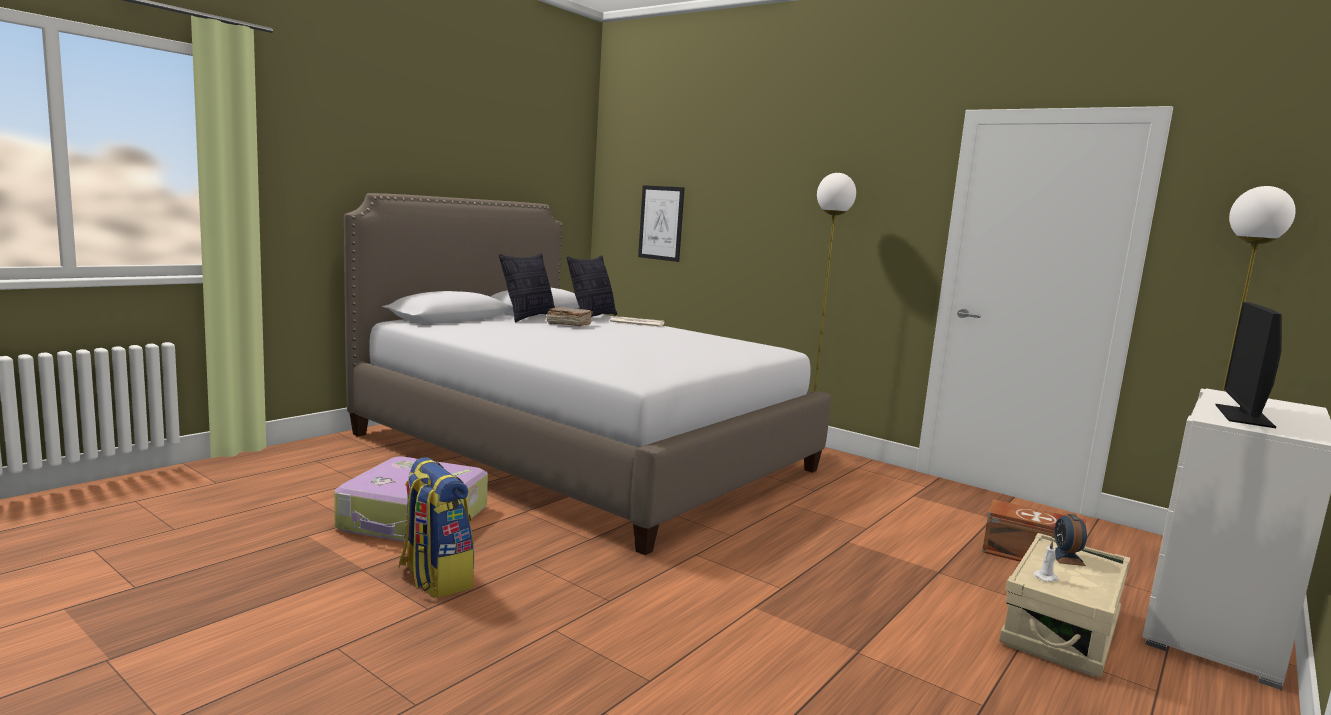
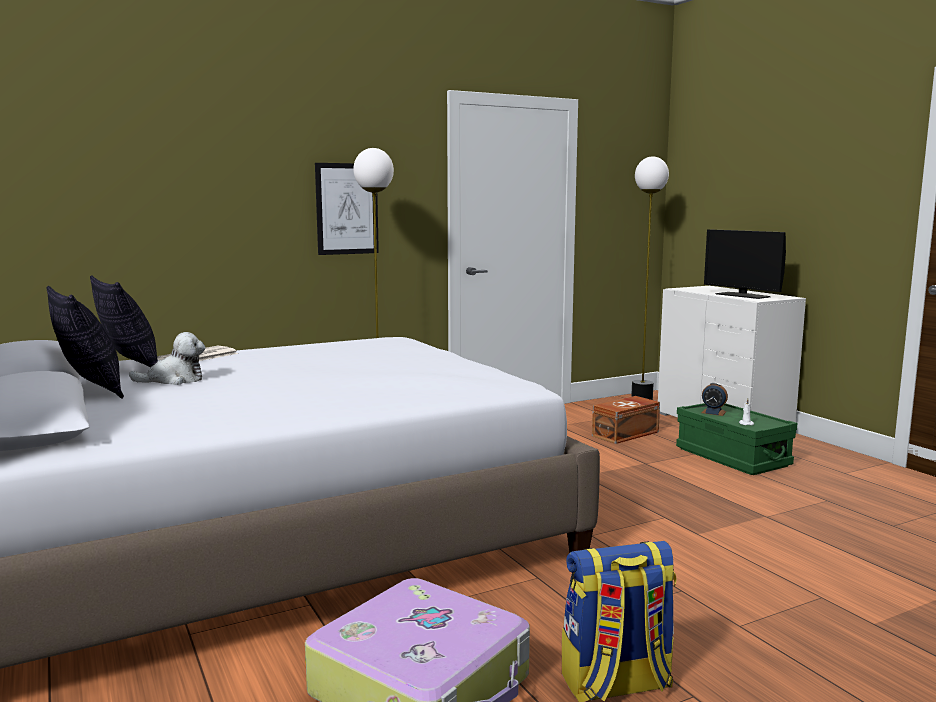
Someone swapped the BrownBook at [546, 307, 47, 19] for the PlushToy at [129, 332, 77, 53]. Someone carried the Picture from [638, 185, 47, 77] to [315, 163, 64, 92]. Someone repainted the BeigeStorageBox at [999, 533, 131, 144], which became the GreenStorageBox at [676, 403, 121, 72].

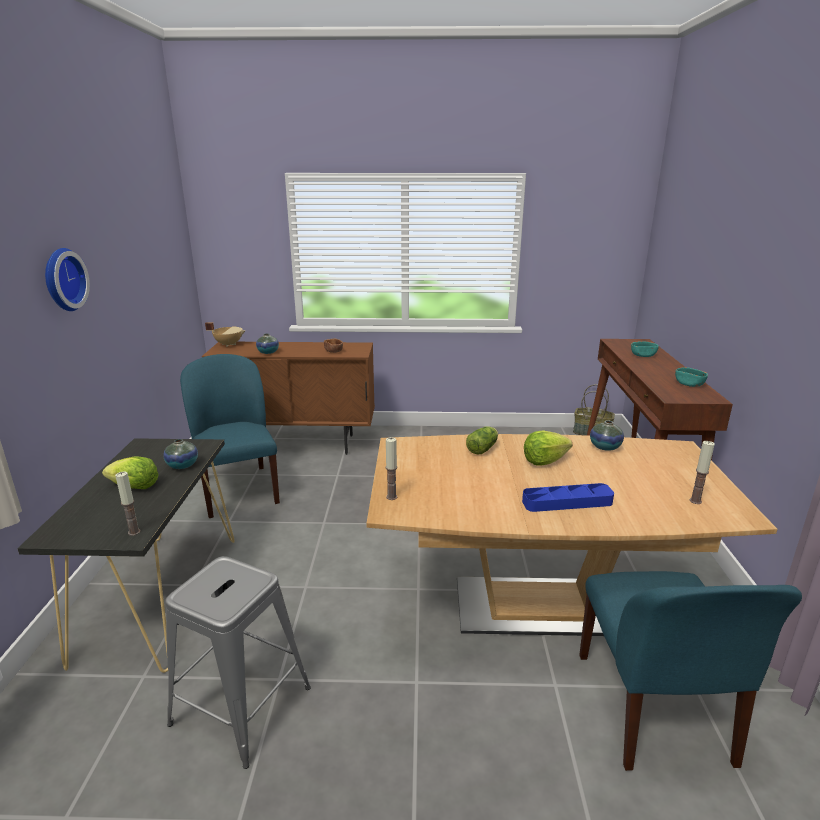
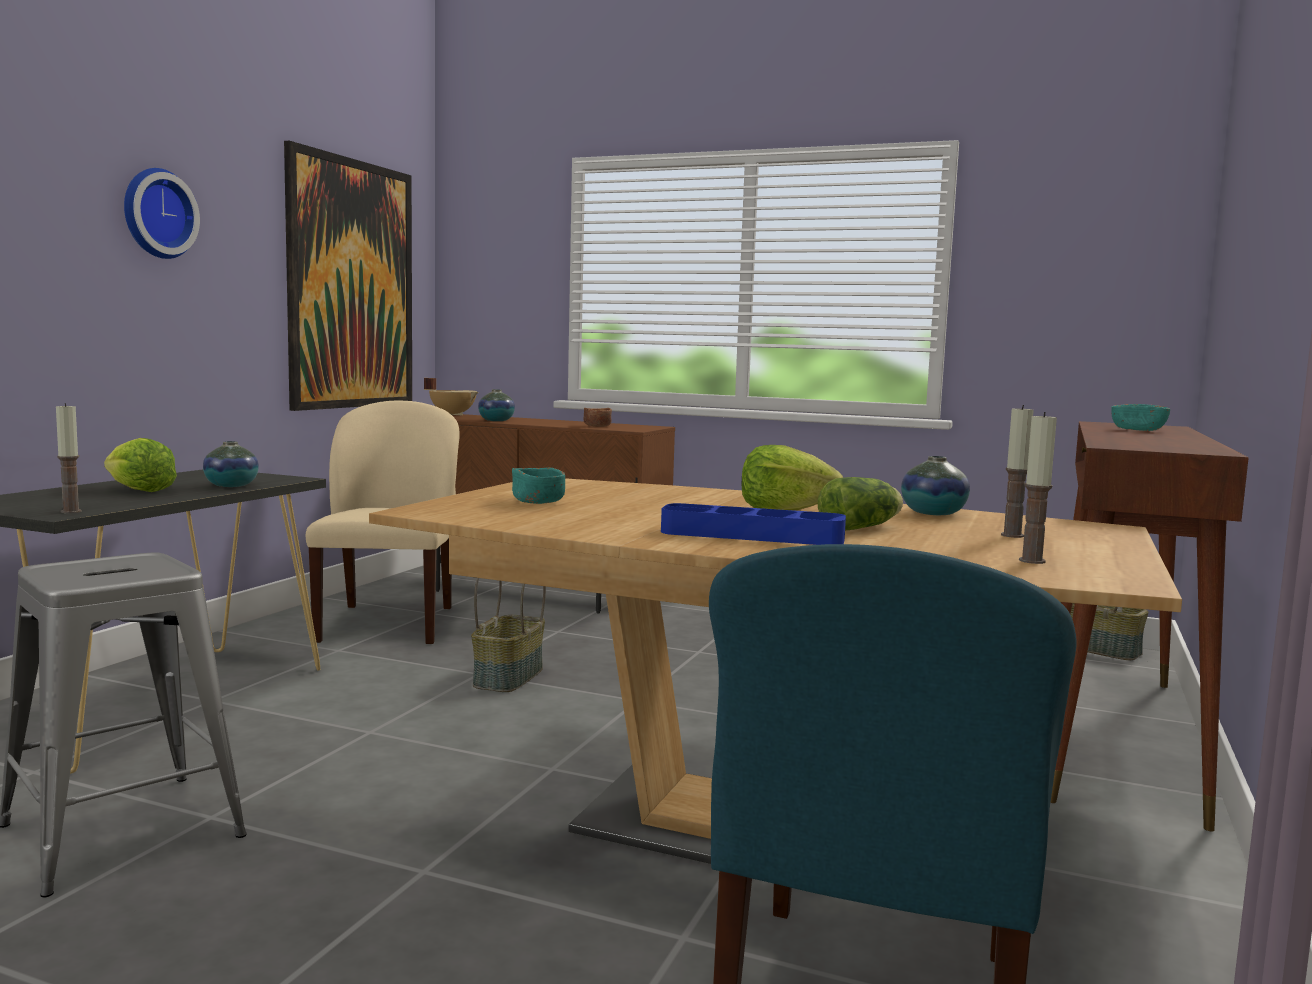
Someone repainted the BlueChair at [180, 354, 100, 164], which became the BeigeChair at [305, 401, 155, 243]. Someone carried the Candle from [386, 437, 11, 63] to [1001, 405, 33, 133]. Someone carried the Lettuce from [466, 426, 32, 29] to [818, 477, 85, 53]. Someone carried the TurquoiseBowl from [675, 367, 33, 20] to [512, 468, 53, 36]. Someone put up the Picture at [284, 141, 128, 270]. Someone put down the Basket at [471, 578, 75, 114].

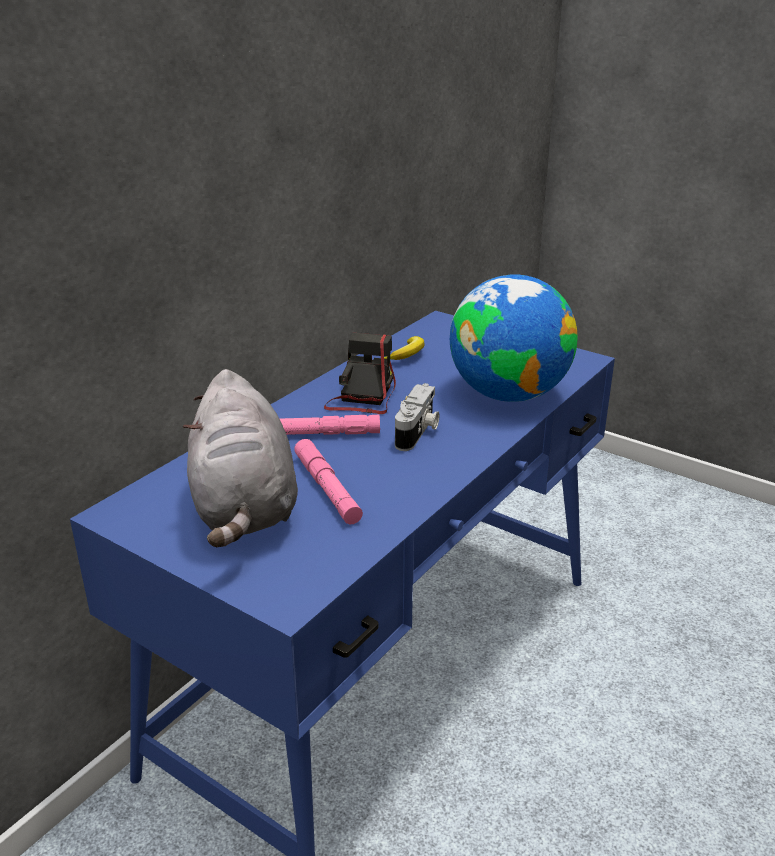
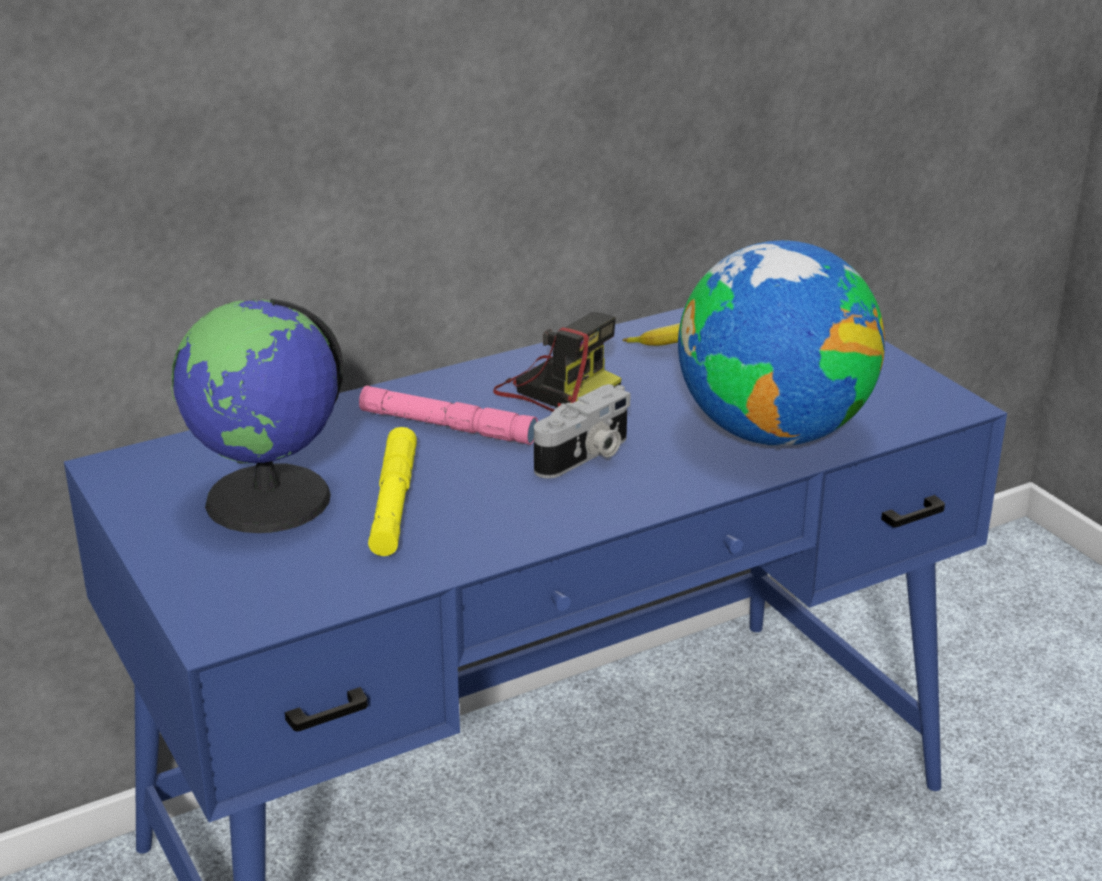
Someone swapped the GreyPlushToy at [183, 369, 115, 178] for the Globe at [171, 299, 173, 234]. Someone repainted the PinkFlashlight at [294, 439, 69, 85], which became the YellowFlashlight at [368, 427, 49, 129]. Someone rotated the PhotoCamera at [324, 332, 72, 82] by 90 degrees clockwise.

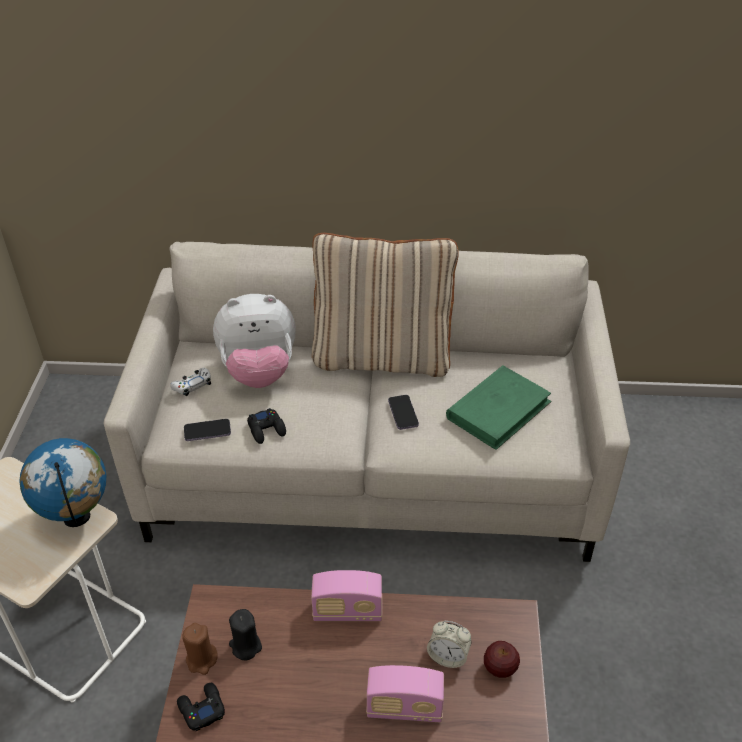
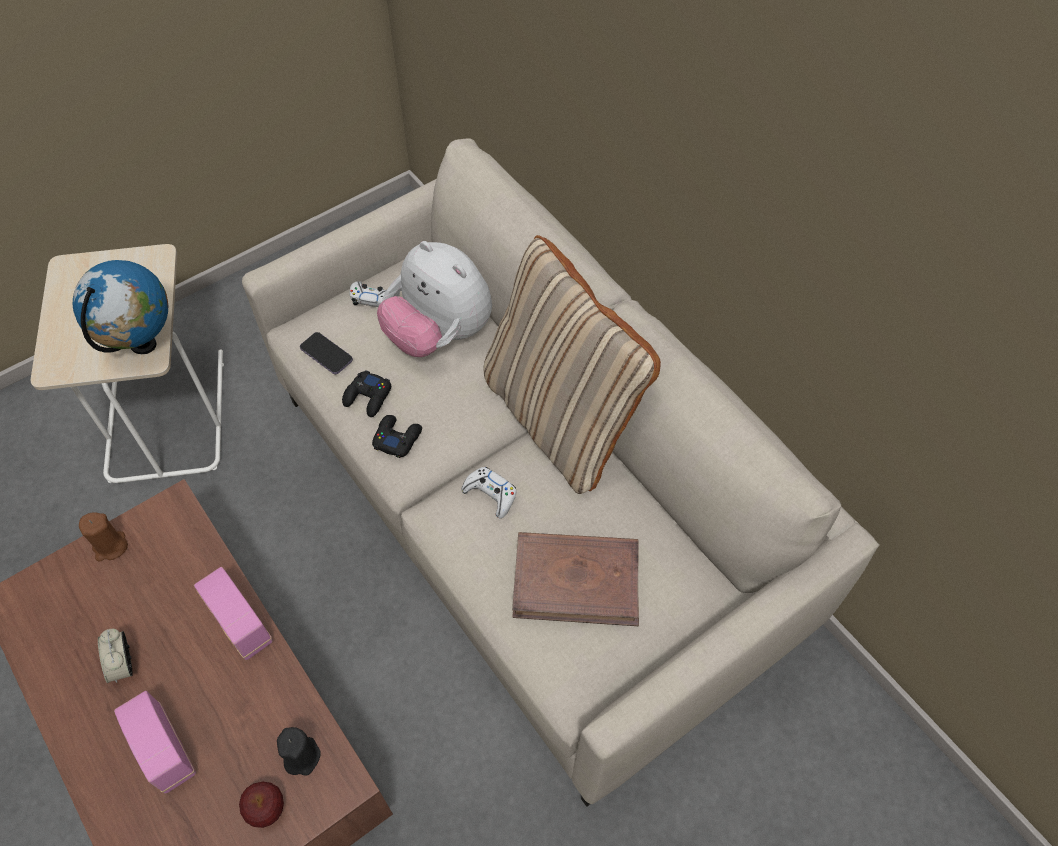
Someone carried the BlackGameController from [177, 683, 48, 48] to [372, 415, 50, 43]. Someone carried the BlackCandle from [229, 609, 33, 51] to [277, 727, 44, 49]. Someone swapped the Phone at [388, 395, 31, 35] for the WhiteGameController at [461, 467, 55, 51]. Someone carried the AlarmClock from [427, 621, 44, 47] to [98, 629, 35, 54]. Someone repainted the GreenBook at [446, 366, 105, 84], which became the BrownBook at [512, 532, 127, 94].

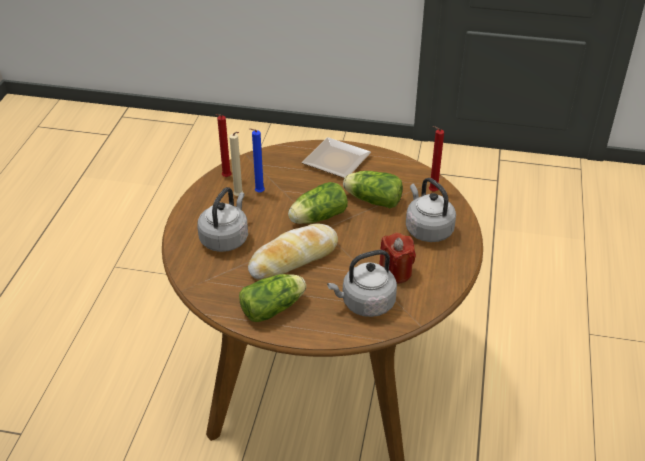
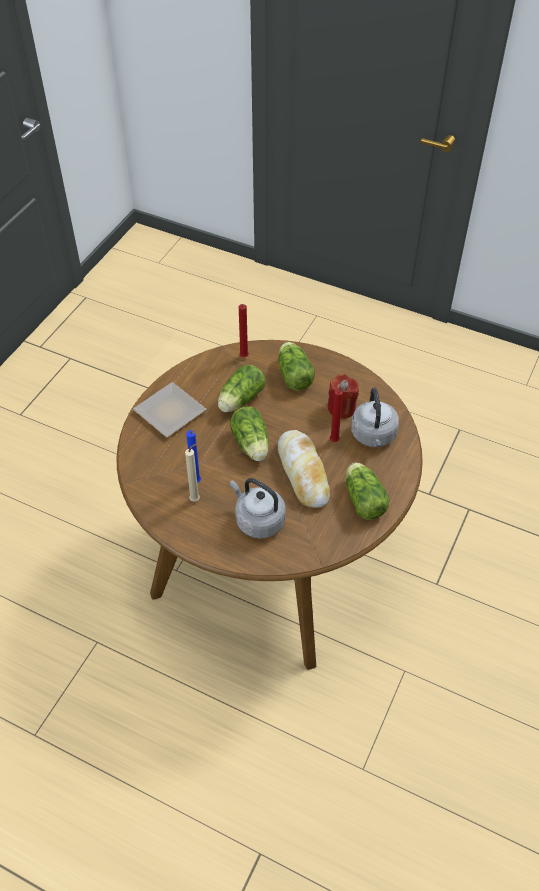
Someone carried the RedCandle from [216, 114, 15, 63] to [330, 389, 16, 53]. Someone swapped the GreyKettle at [406, 178, 50, 64] for the Lettuce at [278, 342, 37, 49].

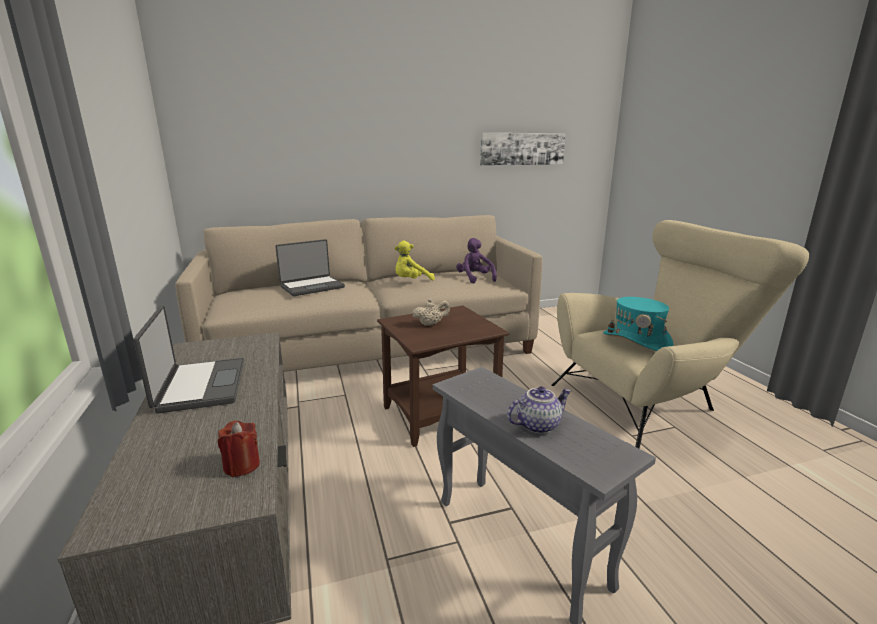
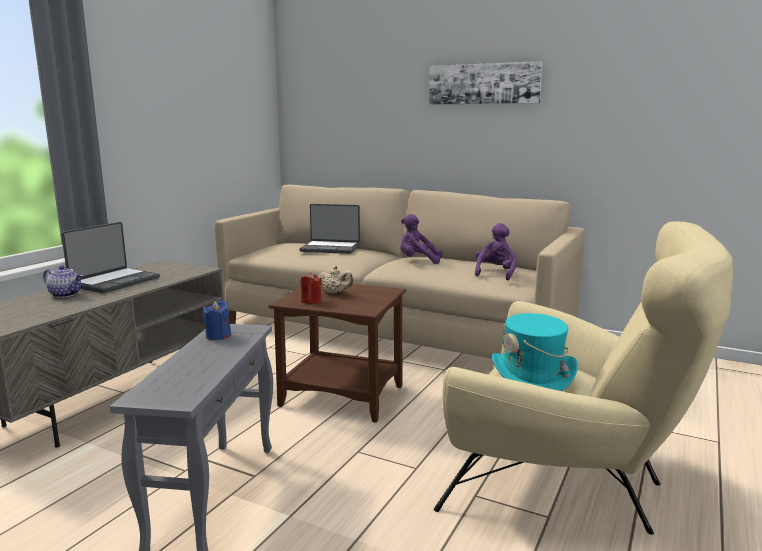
Someone carried the RedCandle from [218, 421, 42, 56] to [300, 273, 21, 31]. Someone repainted the YellowPlushToy at [394, 241, 41, 40], which became the PurplePlushToy at [400, 214, 42, 50]. Someone carried the Picture from [480, 133, 86, 33] to [429, 61, 113, 43]. Someone carried the Teapot from [507, 386, 64, 48] to [43, 265, 40, 33]. Someone put down the BlueCandle at [203, 301, 28, 39].

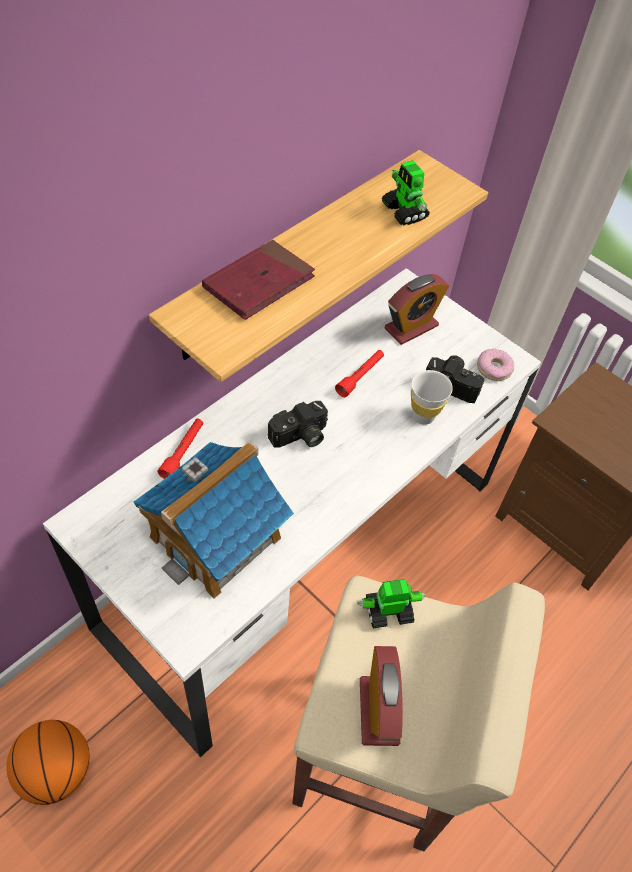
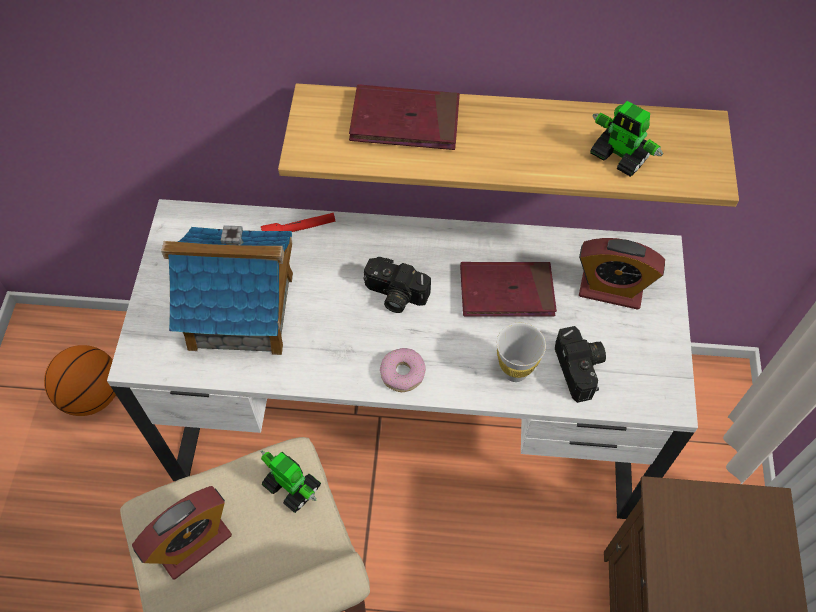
Someone swapped the RedFlashlight at [335, 350, 49, 48] for the RedBook at [460, 262, 97, 54]. Someone rotated the ToyRobot at [382, 160, 48, 65] by 75 degrees counterclockwise. Someone carried the Donut from [477, 349, 37, 32] to [380, 348, 45, 44].

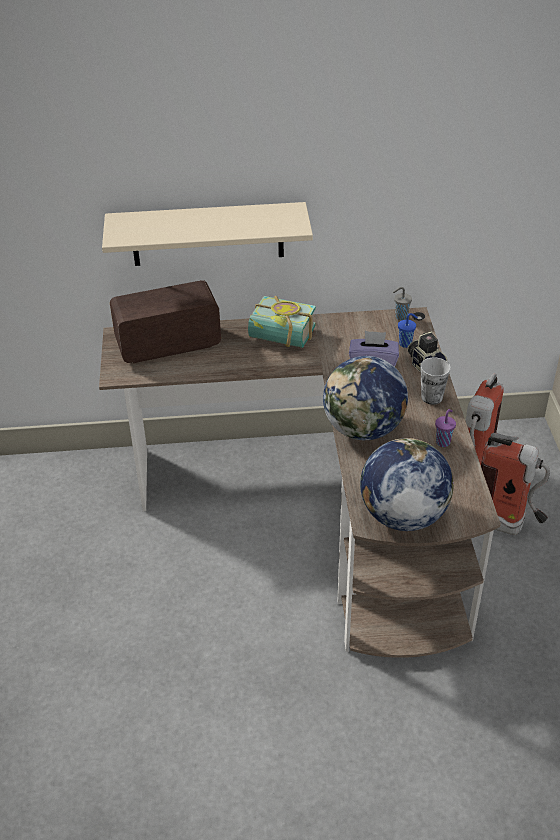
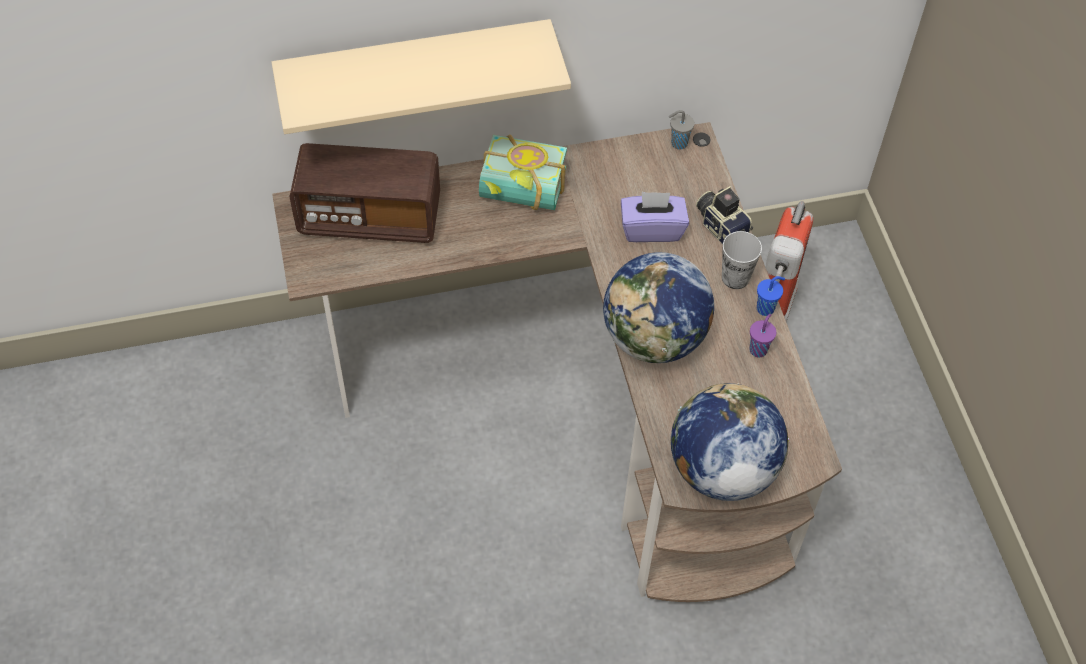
Someone rotated the Radio at [110, 280, 111, 83] by 150 degrees counterclockwise. Someone carried the BlueCup from [398, 313, 20, 35] to [757, 276, 28, 40]. Someone took away the FireExtinguisher at [481, 433, 69, 102].

